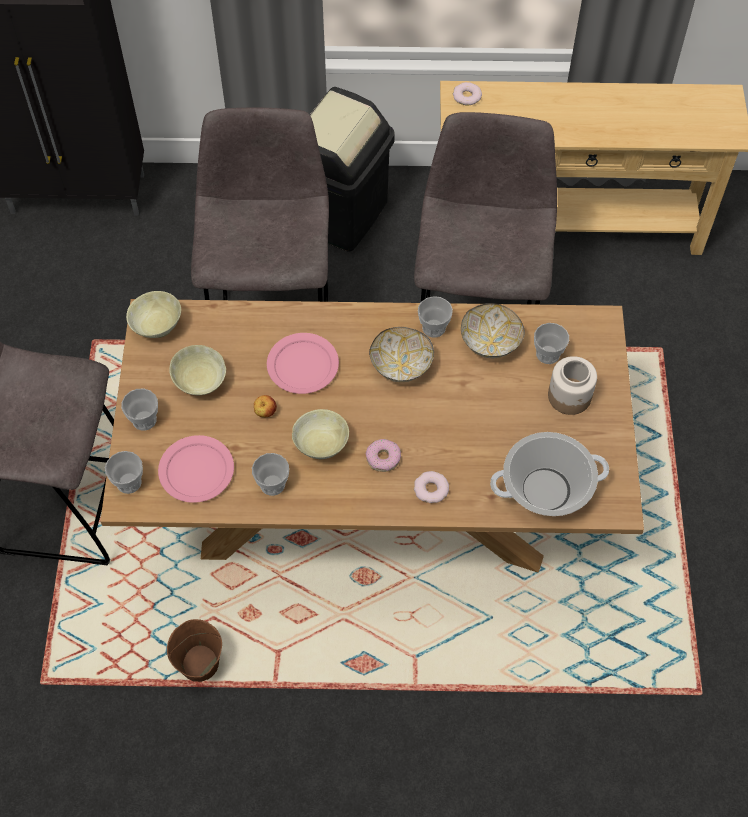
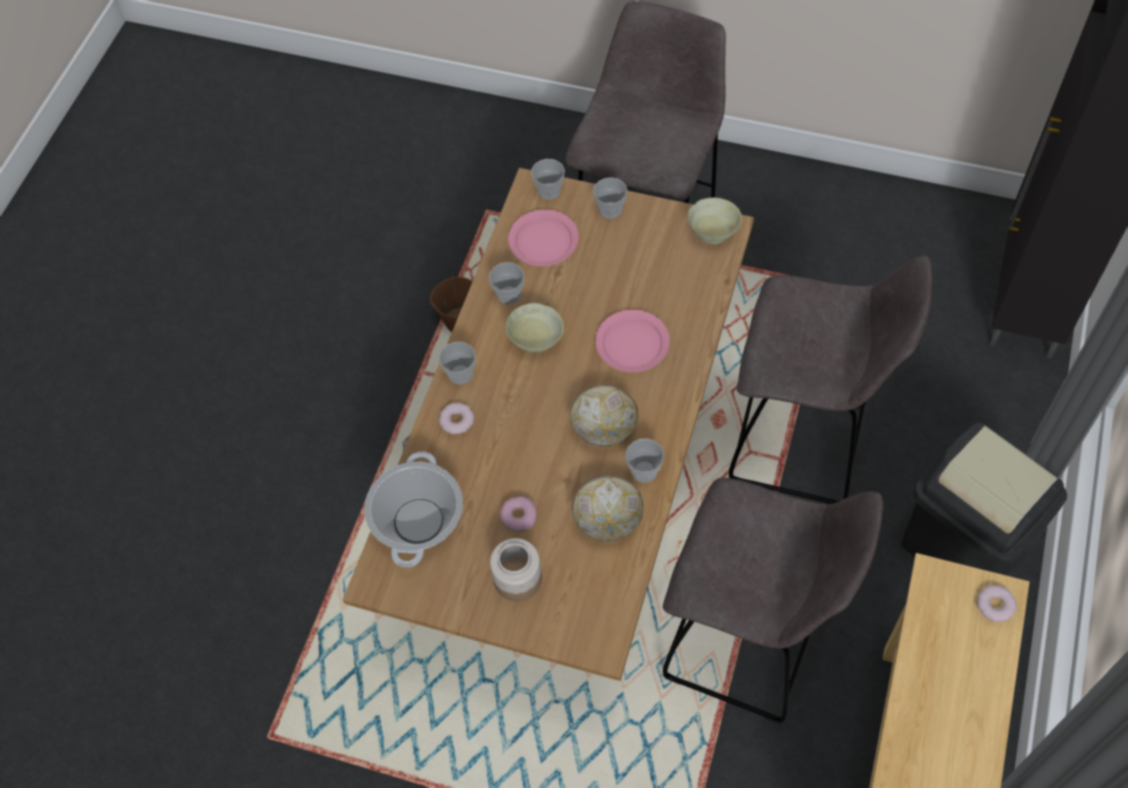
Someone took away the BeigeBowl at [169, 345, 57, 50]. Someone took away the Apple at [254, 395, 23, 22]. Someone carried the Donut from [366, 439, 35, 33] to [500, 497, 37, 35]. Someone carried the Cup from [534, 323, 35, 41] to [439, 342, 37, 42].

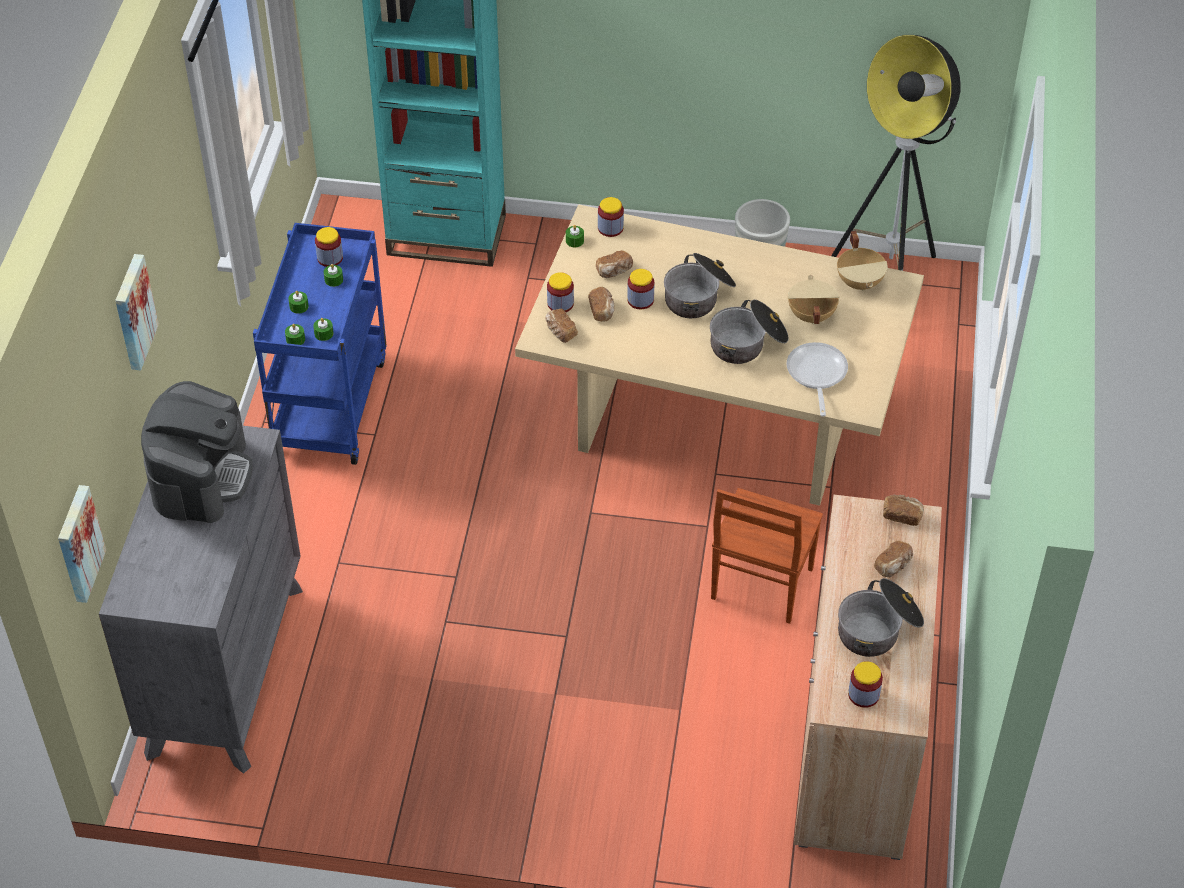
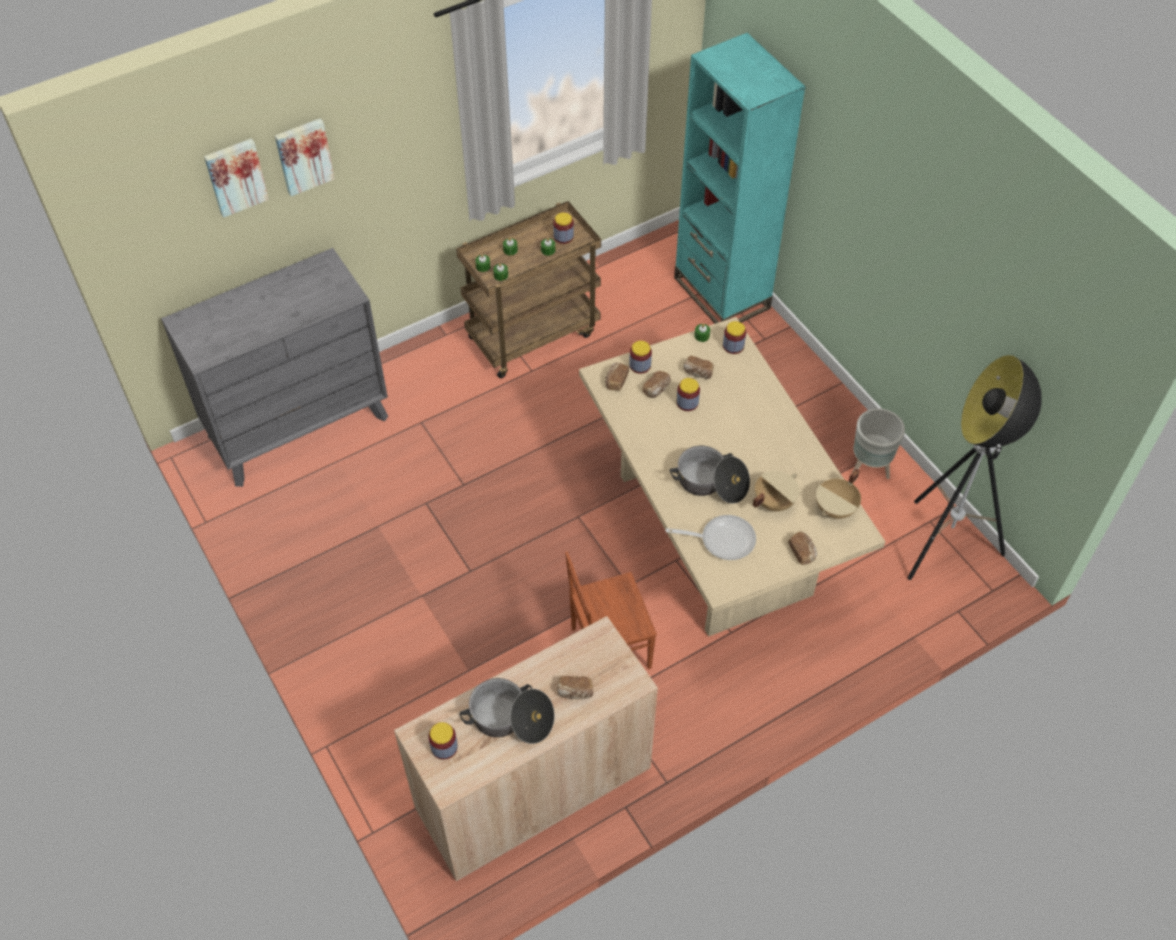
Someone carried the Picture from [58, 485, 48, 118] to [204, 138, 65, 79]. Someone took away the CoffeeMachine at [141, 381, 112, 142]. Someone repainted the BlueCart at [253, 223, 134, 242], which became the BrownCart at [456, 201, 145, 177]. Someone took away the CookingPot at [664, 253, 72, 65]. Someone rotated the FryingPan at [787, 342, 61, 74] by 45 degrees clockwise. Someone carried the Bread from [883, 495, 41, 31] to [788, 532, 29, 33].

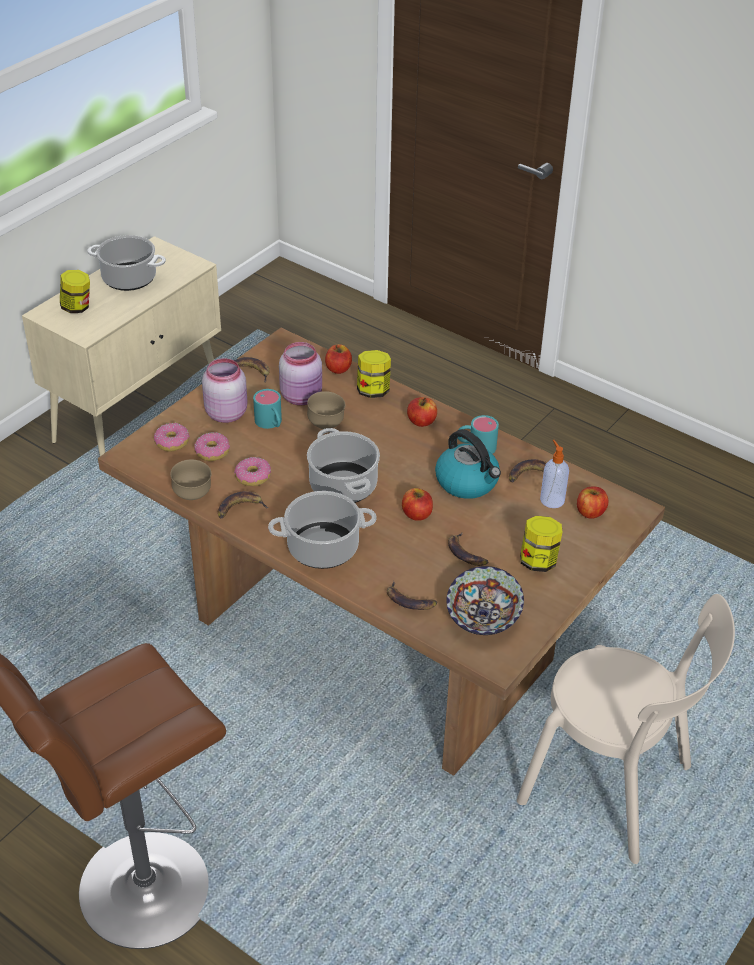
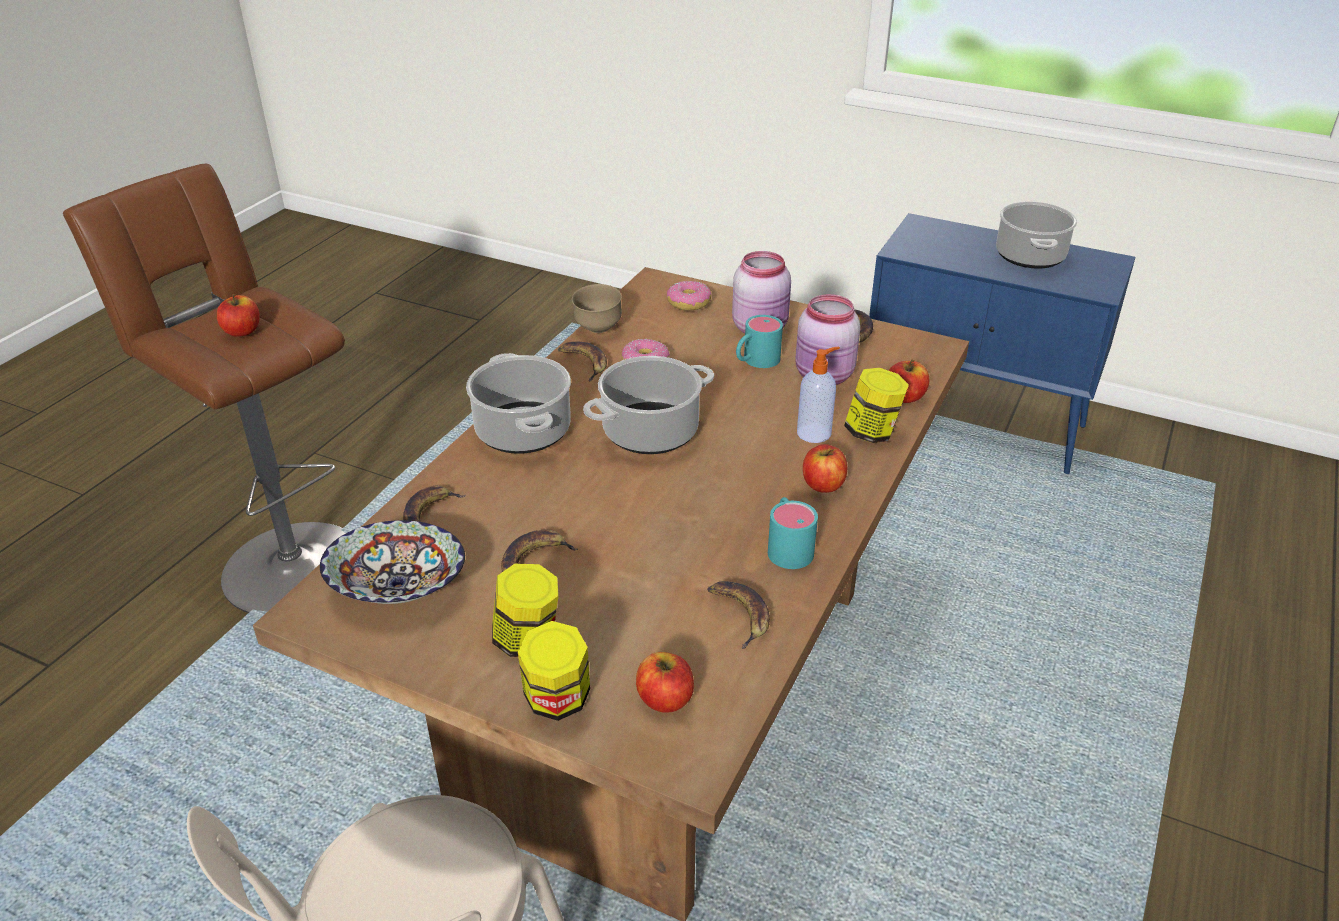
Someone repainted the BeigeCabinet at [22, 236, 199, 220], which became the BlueCabinet at [869, 213, 266, 261]. Someone carried the Jar from [60, 270, 30, 43] to [518, 621, 72, 100]. Someone took away the Donut at [194, 432, 36, 29]. Someone took away the BrownBowl at [307, 391, 39, 38]. Someone carried the Apple from [402, 488, 31, 33] to [217, 294, 43, 43]. Someone took away the Kettle at [435, 429, 66, 70]. Someone carried the SoapDispenser from [540, 440, 29, 68] to [797, 346, 43, 97].

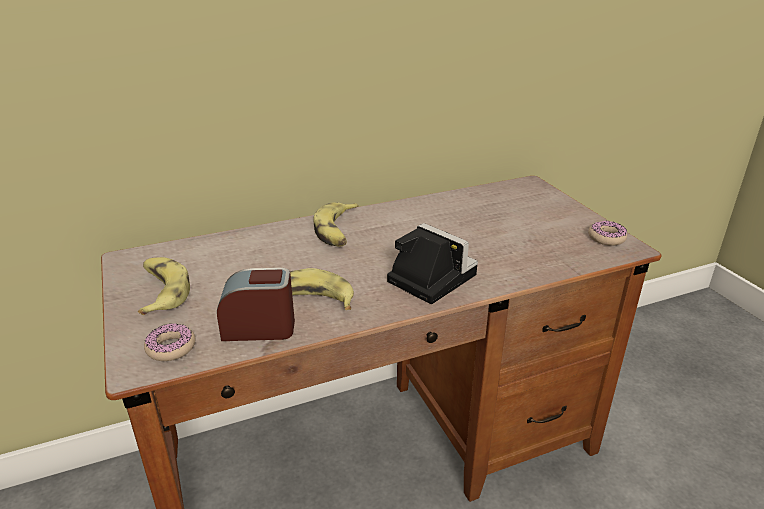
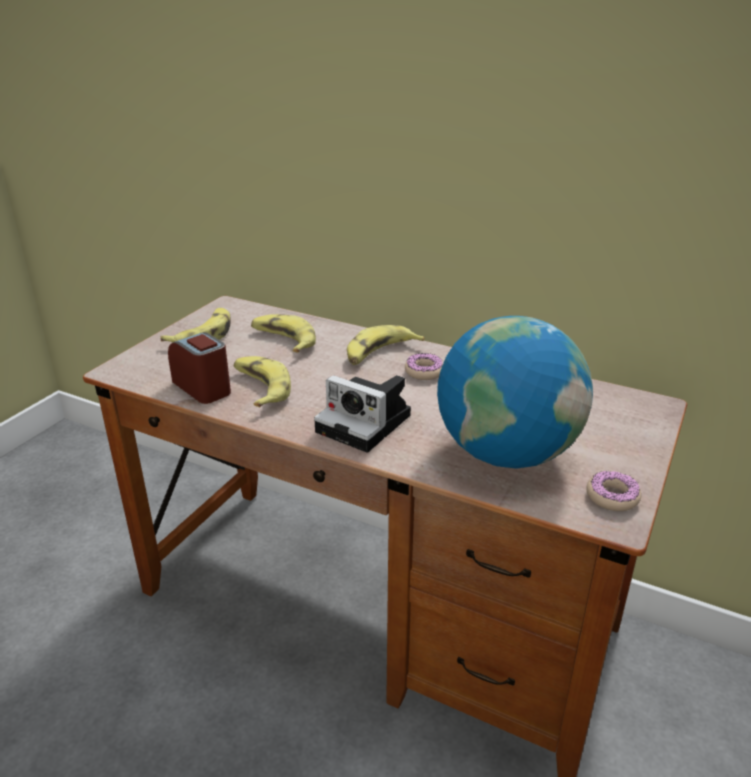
Someone carried the Donut from [144, 324, 51, 37] to [405, 353, 38, 27]. Someone rotated the PhotoCamera at [387, 223, 91, 81] by 120 degrees clockwise. Someone put down the Banana at [251, 314, 65, 39]. Someone put down the Globe at [437, 316, 156, 153].

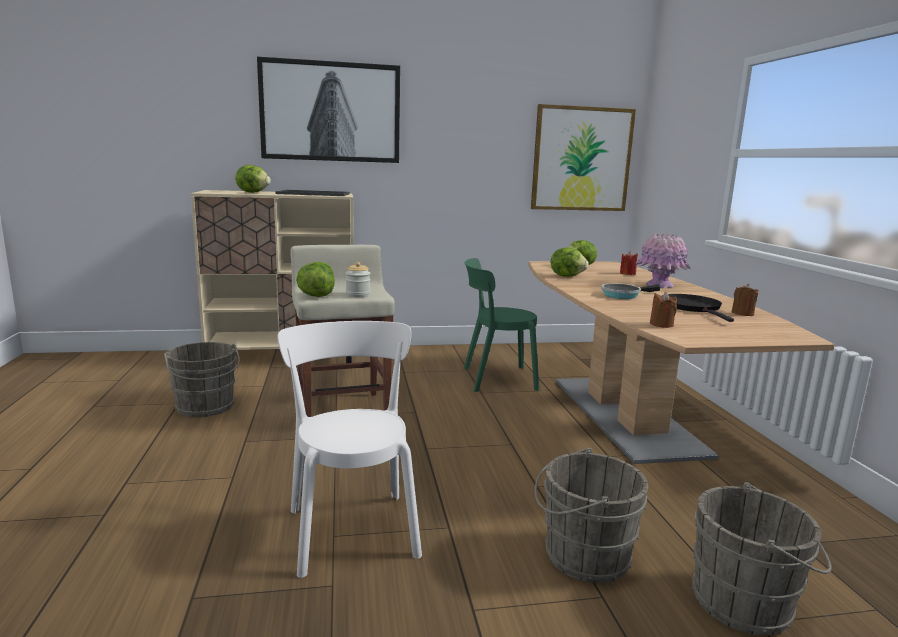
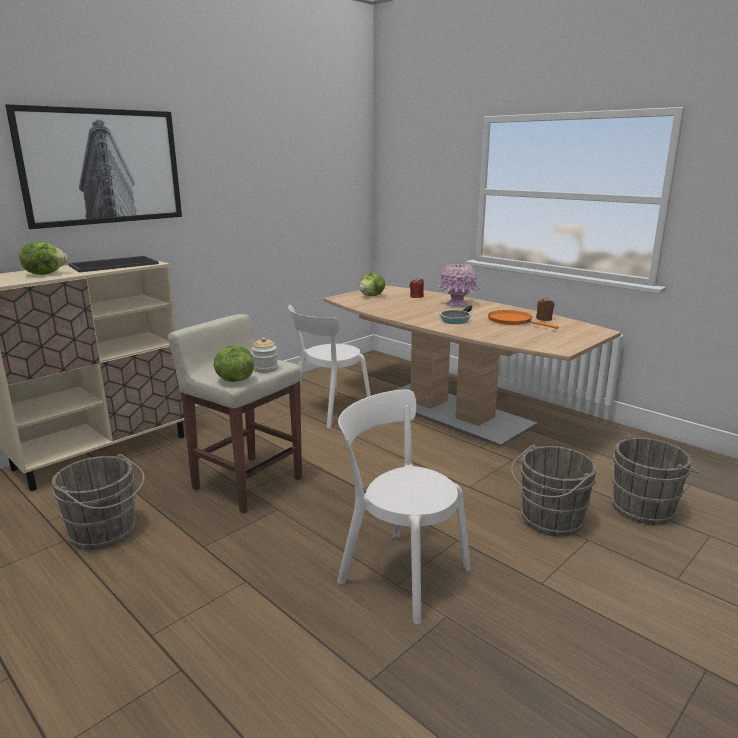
Someone repainted the GreenChair at [464, 258, 75, 134], which became the WhiteChair at [288, 305, 83, 123]. Someone took away the Picture at [531, 104, 105, 107]. Someone took away the Lettuce at [551, 248, 38, 29]. Someone took away the BrownCandle at [650, 292, 27, 36]. Someone repainted the BlackFryingPan at [662, 294, 72, 28], which became the OrangeFryingPan at [488, 310, 71, 19].

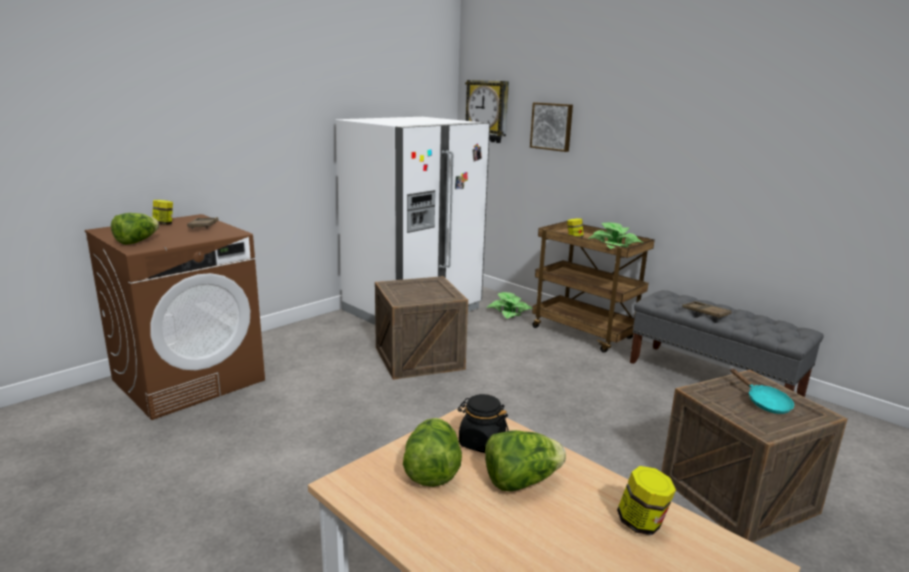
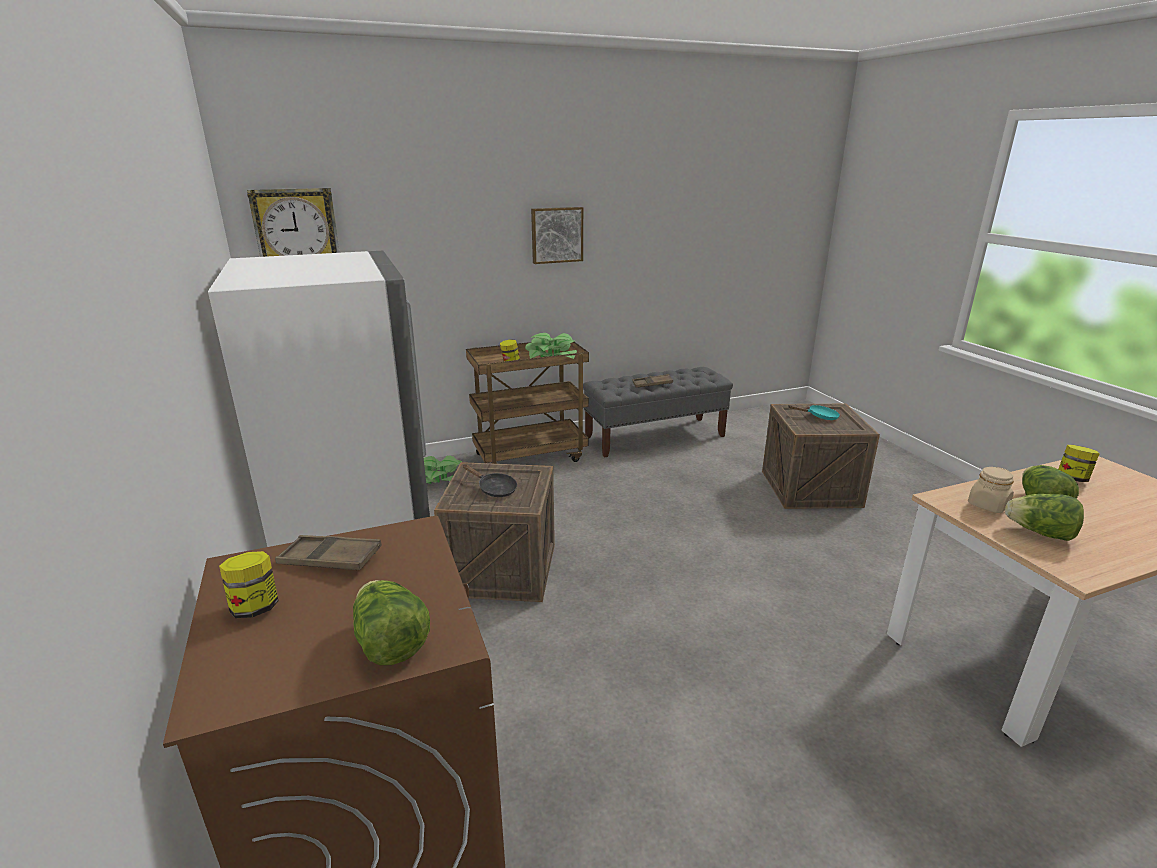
Someone repainted the BlackJar at [458, 394, 51, 59], which became the BeigeJar at [968, 467, 46, 46]. Someone carried the Picture from [530, 102, 43, 50] to [531, 207, 52, 57]. Someone put down the BlackFryingPan at [463, 465, 54, 32].

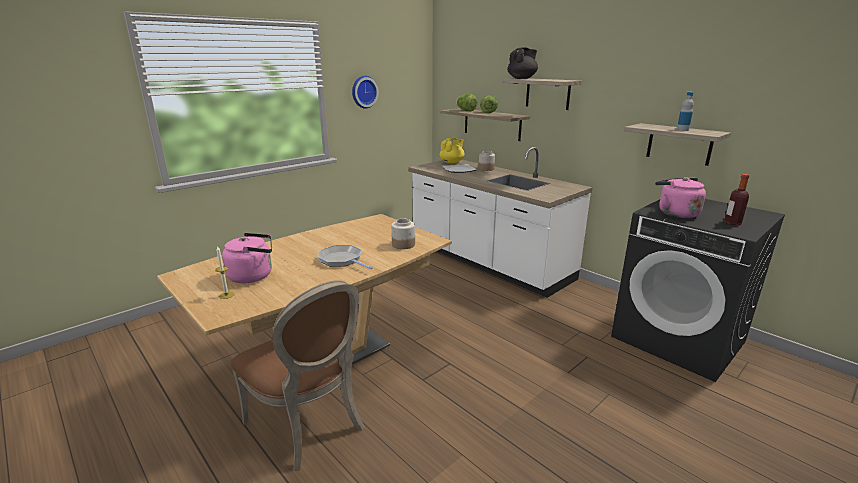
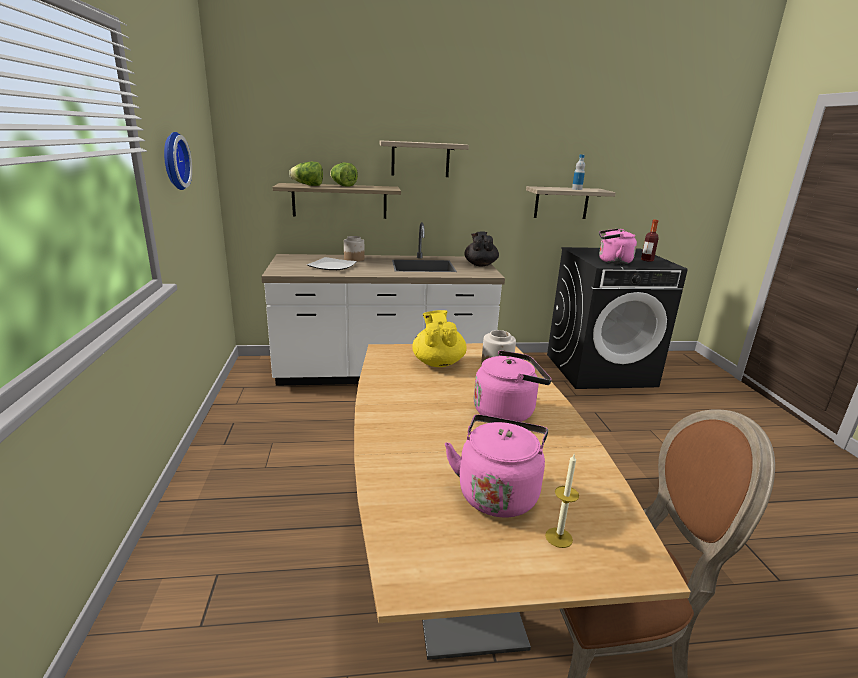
Someone swapped the FryingPan at [317, 245, 55, 24] for the PinkKettle at [474, 350, 78, 72]. Someone carried the YellowTeapot from [440, 138, 24, 25] to [412, 310, 55, 57]. Someone carried the BlackTeapot from [507, 47, 31, 32] to [464, 232, 35, 34].

